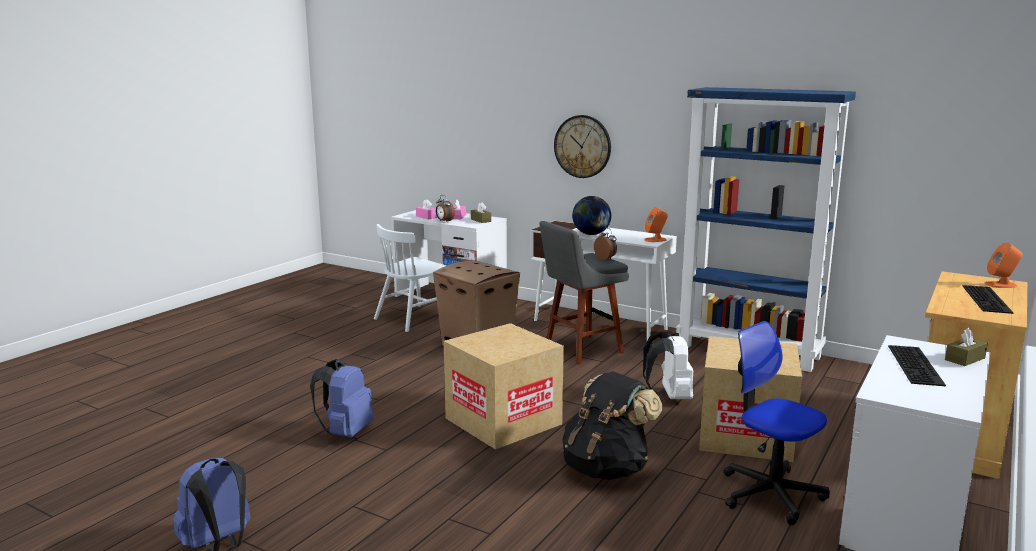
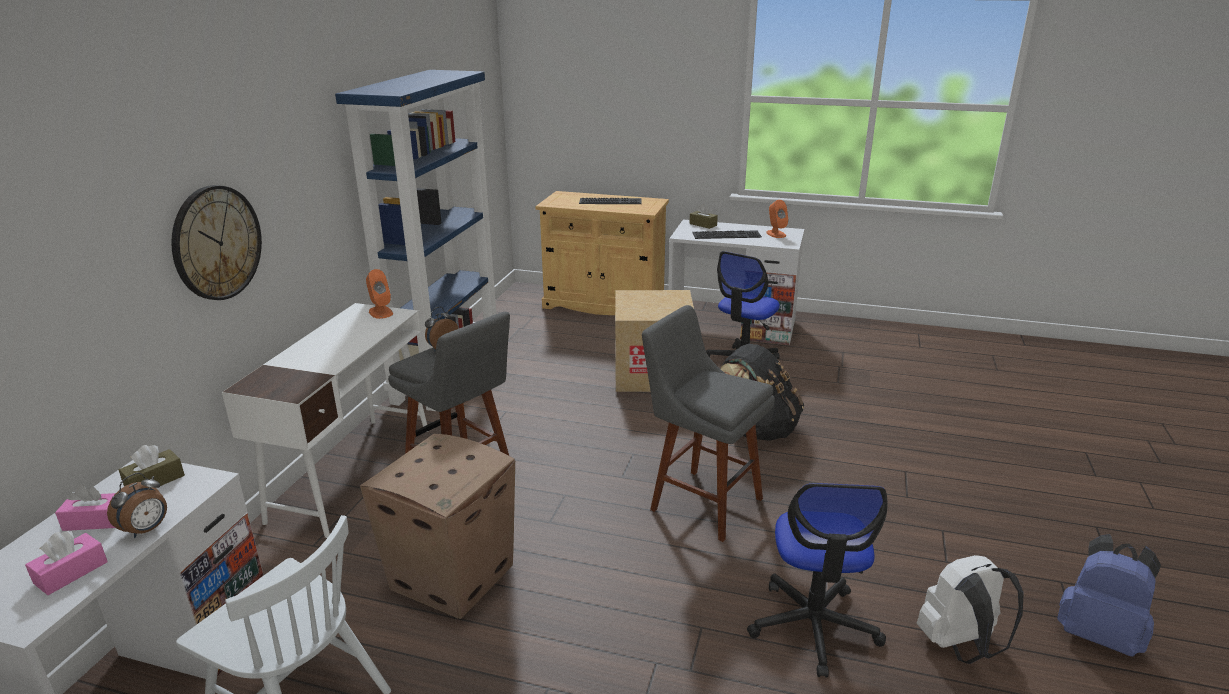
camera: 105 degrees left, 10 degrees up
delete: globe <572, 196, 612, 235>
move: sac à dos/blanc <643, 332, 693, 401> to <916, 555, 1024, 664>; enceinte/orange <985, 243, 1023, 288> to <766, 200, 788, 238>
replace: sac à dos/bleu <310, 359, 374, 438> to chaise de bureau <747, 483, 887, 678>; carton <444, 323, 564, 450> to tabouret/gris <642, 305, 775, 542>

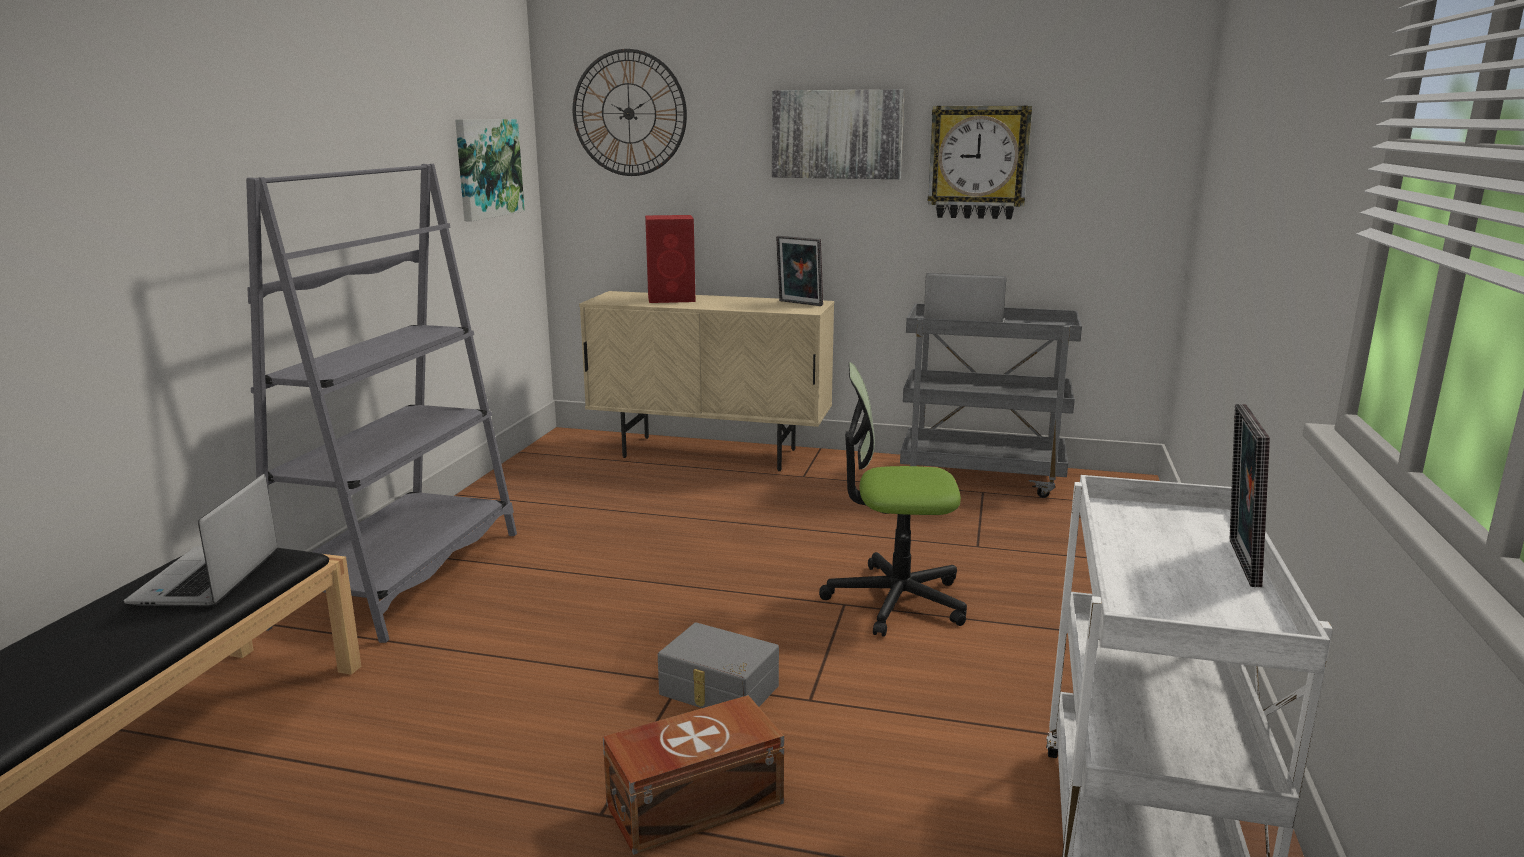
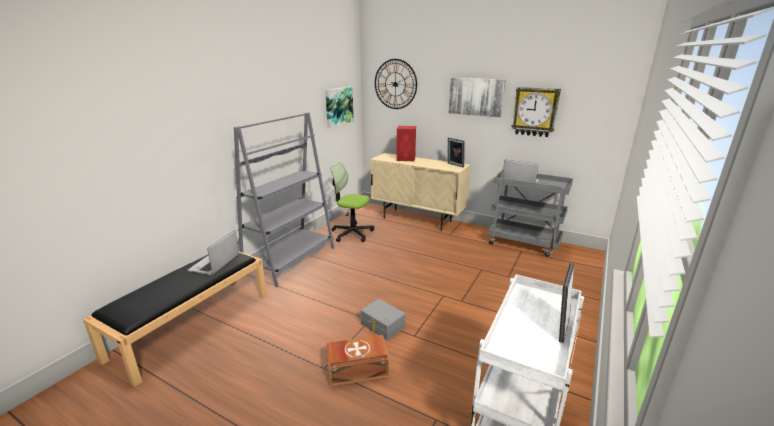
camera: 15 degrees right, 5 degrees up
move: chaise de bureau <819, 362, 967, 637> to <330, 162, 374, 242>

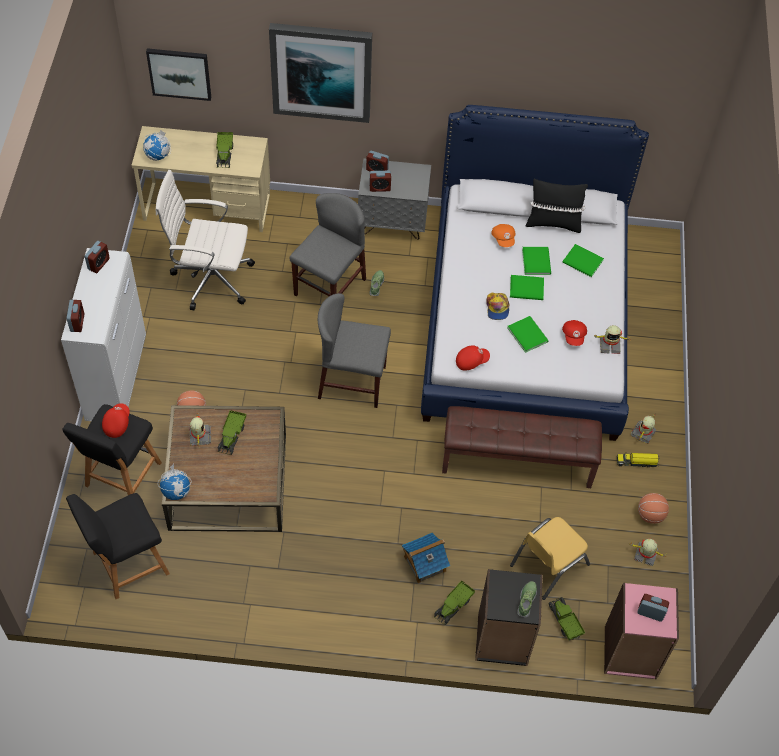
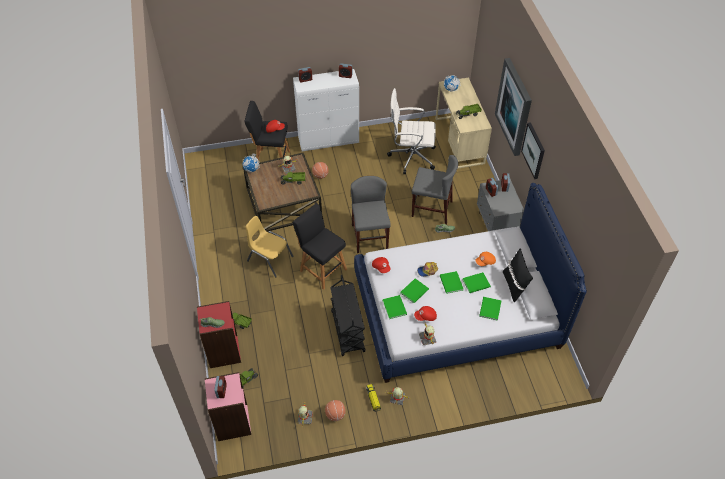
camera: 75 degrees right, 5 degrees down
delete: maison miniature <402, 533, 450, 584>
insert: livre/vert <382, 295, 407, 319>
move: tabouret/noir <66, 493, 170, 599> to <293, 203, 347, 290>; tableau <146, 48, 211, 101> to <521, 122, 545, 179>; chaise/jaune <510, 517, 590, 600> to <246, 216, 294, 277>
replace: banc/marron <442, 406, 602, 488> to chariot/noir <330, 275, 366, 356>
recolor: bibliothèque/noir <475, 569, 543, 666> to bibliothèque/rouge <197, 301, 241, 368>
rotate: chaise de bureau/blanc <156, 170, 255, 310> = <387, 88, 436, 174> 75 degrees counterclockwise

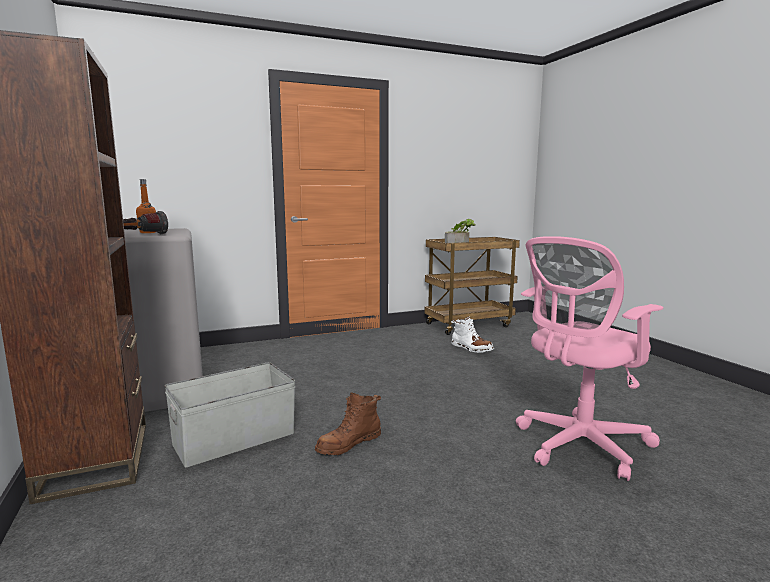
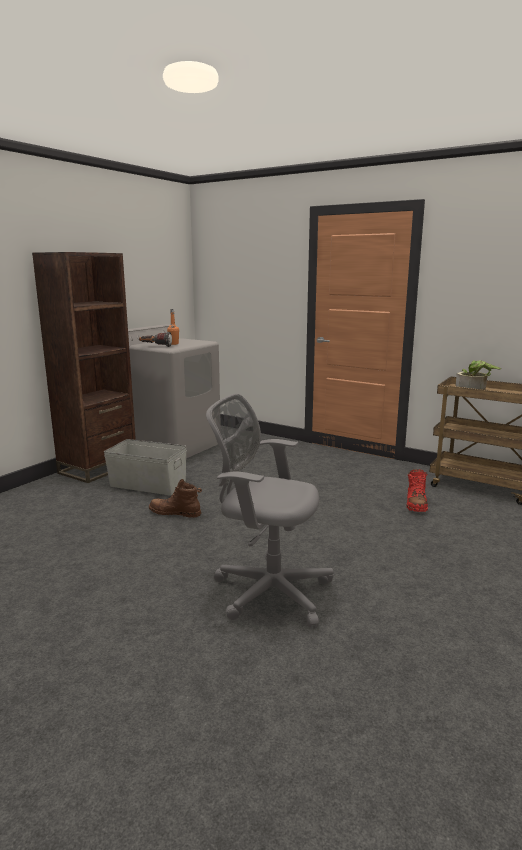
camera: 55 degrees right, 5 degrees up
recolor: botte/blanc <451, 316, 494, 353> to botte/rouge <407, 469, 428, 512>; chaise de bureau/rose <516, 236, 663, 481> to chaise de bureau/gris <206, 394, 334, 628>

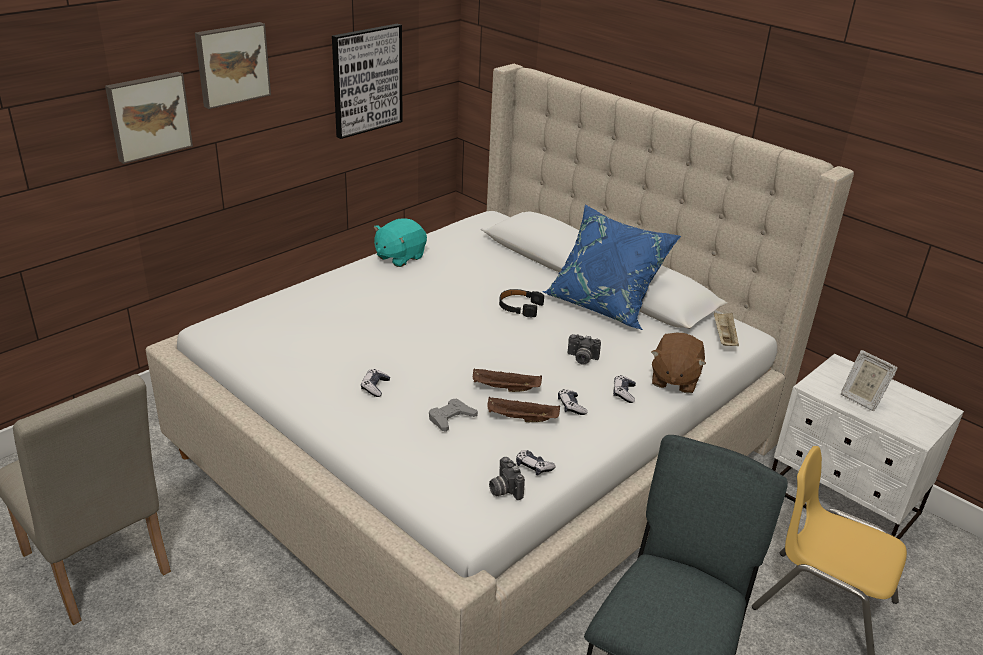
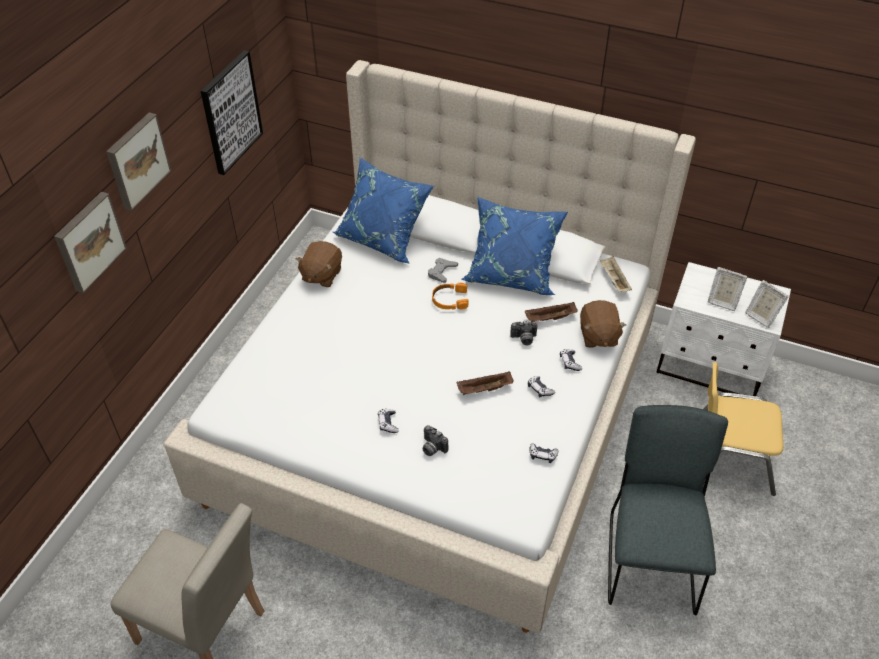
camera: 20 degrees left, 15 degrees up
insert: coussin/bleu <333, 157, 434, 264>; cadre photo <745, 280, 789, 328>
move: manette/gris <429, 398, 478, 432> to <428, 258, 458, 283>; plateau/marron <487, 397, 560, 422> to <525, 302, 578, 322>; appareil photo <489, 457, 525, 500> to <422, 425, 448, 456>
recolor: peluche/turquoise <374, 218, 427, 267> to peluche/marron <296, 241, 342, 287>; casque audio/noir <499, 289, 544, 317> to casque audio/orange <432, 283, 468, 310>

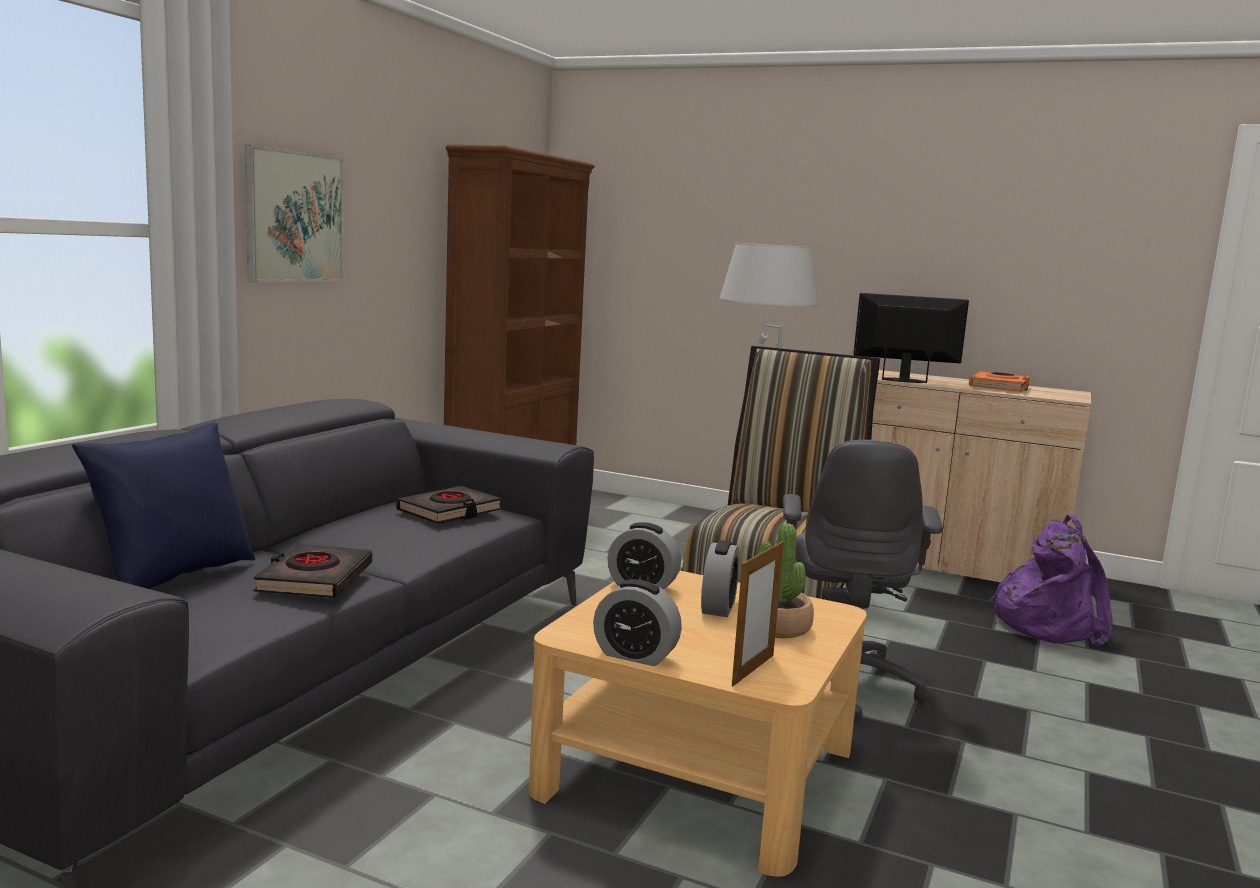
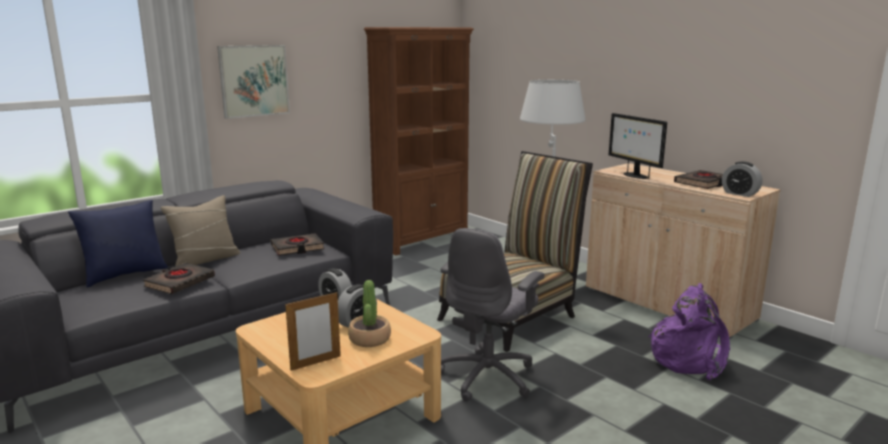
camera: 25 degrees right, 5 degrees up
insert: coussin/beige <161, 195, 241, 267>
move: réveil <593, 579, 682, 666> to <722, 161, 762, 197>
recolor: livre/orange <969, 372, 1030, 392> to livre/noir <674, 170, 723, 189>
rotate: écran d'ordinateur <853, 293, 969, 383> = <609, 113, 667, 179> 150 degrees counterclockwise

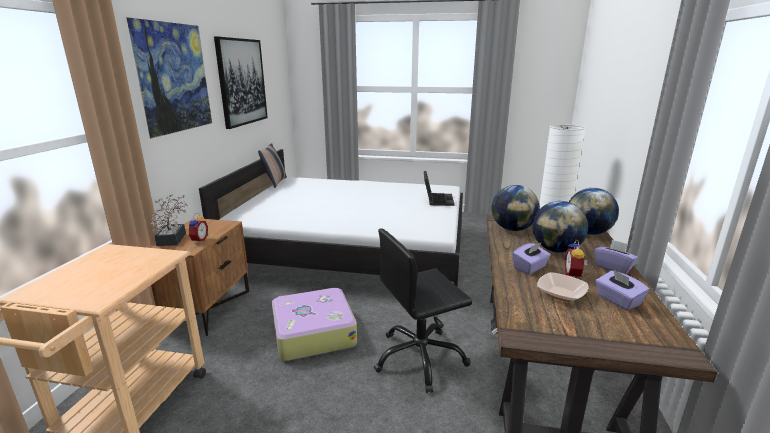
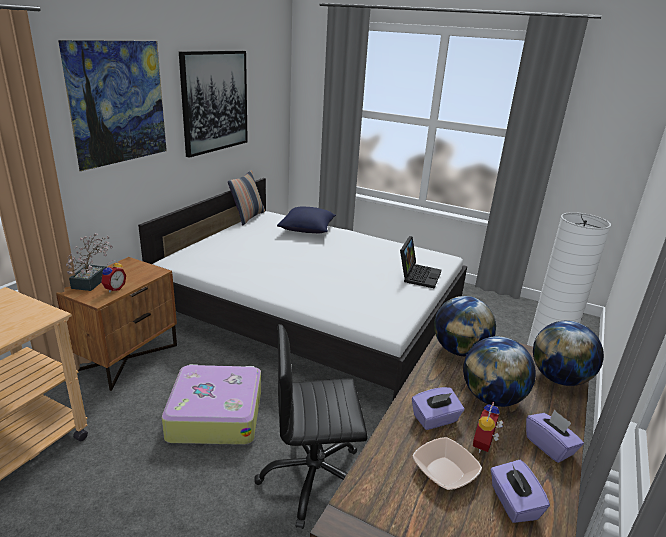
camera: 15 degrees right, 5 degrees up
insert: coussin/bleu <277, 207, 336, 233>

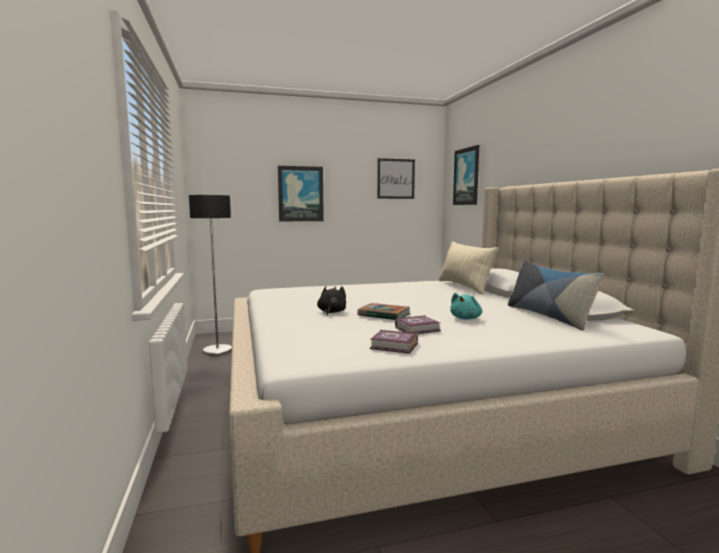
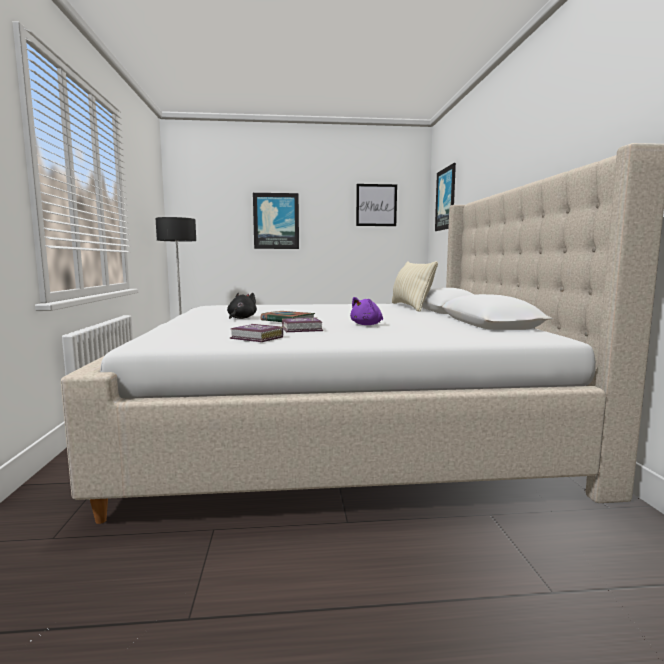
camera: 10 degrees right, 0 degrees up
delete: coussin <508, 261, 604, 330>
recolor: peluche/turquoise <450, 293, 482, 319> to peluche/violet <350, 297, 383, 325>

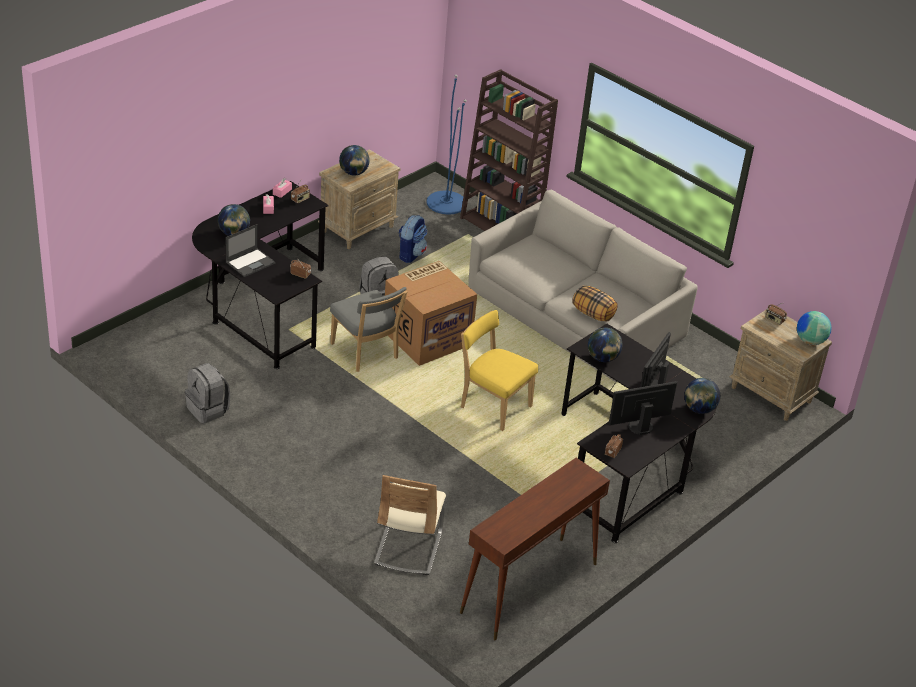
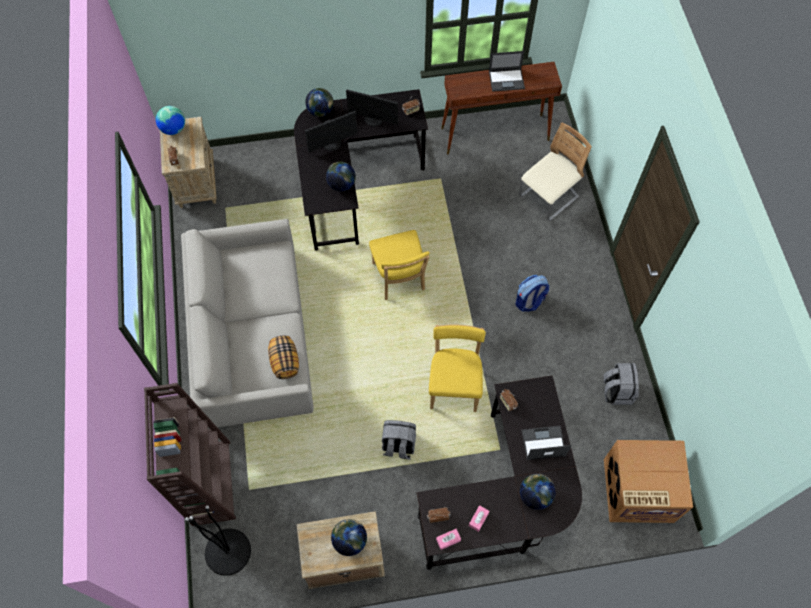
camera: 140 degrees left, 25 degrees up
insert: ordinateur portable <489, 51, 525, 92>
move: carton <385, 261, 477, 366> to <604, 440, 693, 523>; sac à dos <398, 215, 427, 263> to <515, 275, 549, 312>; coussin <572, 285, 618, 322> to <268, 336, 299, 379>
recolor: chaise/gris <330, 287, 407, 372> to chaise/jaune <429, 325, 486, 412>; lampadaire/bleu <426, 75, 467, 214> to lampadaire/noir <185, 505, 251, 576>

